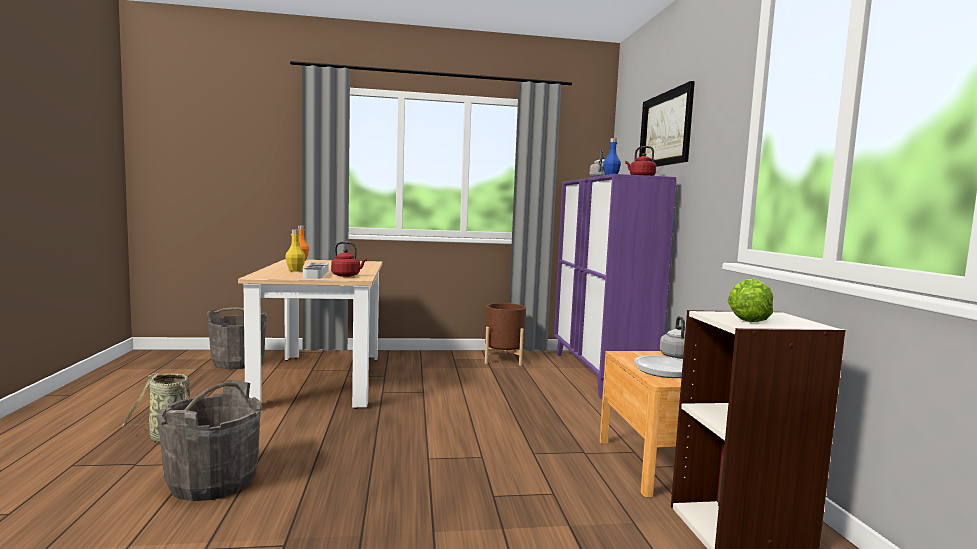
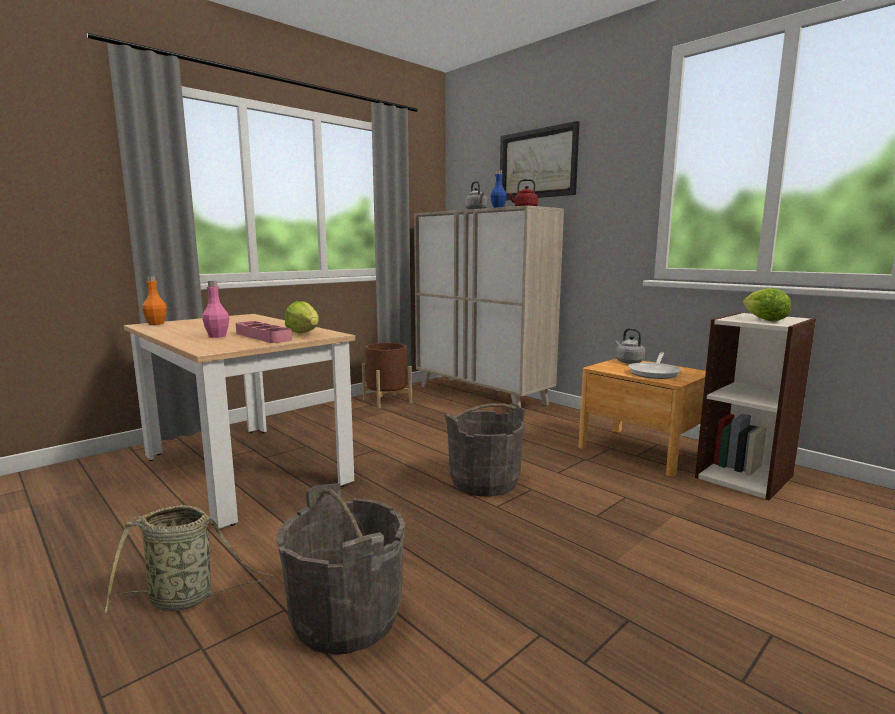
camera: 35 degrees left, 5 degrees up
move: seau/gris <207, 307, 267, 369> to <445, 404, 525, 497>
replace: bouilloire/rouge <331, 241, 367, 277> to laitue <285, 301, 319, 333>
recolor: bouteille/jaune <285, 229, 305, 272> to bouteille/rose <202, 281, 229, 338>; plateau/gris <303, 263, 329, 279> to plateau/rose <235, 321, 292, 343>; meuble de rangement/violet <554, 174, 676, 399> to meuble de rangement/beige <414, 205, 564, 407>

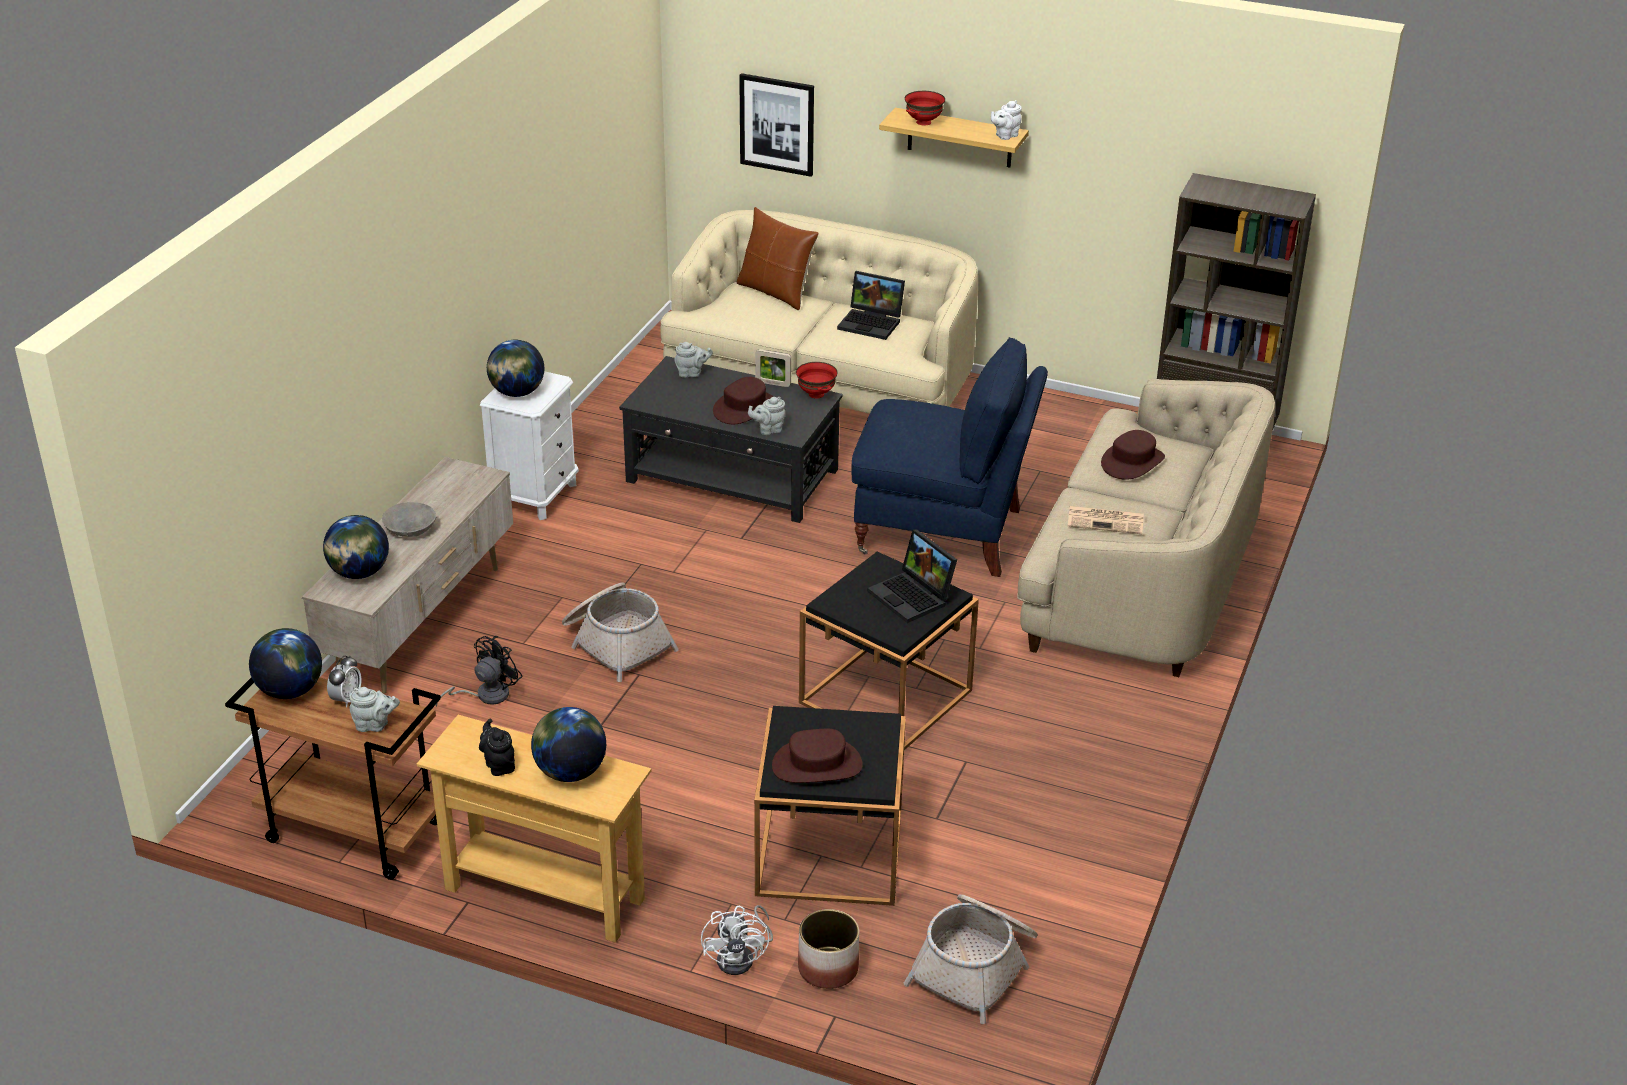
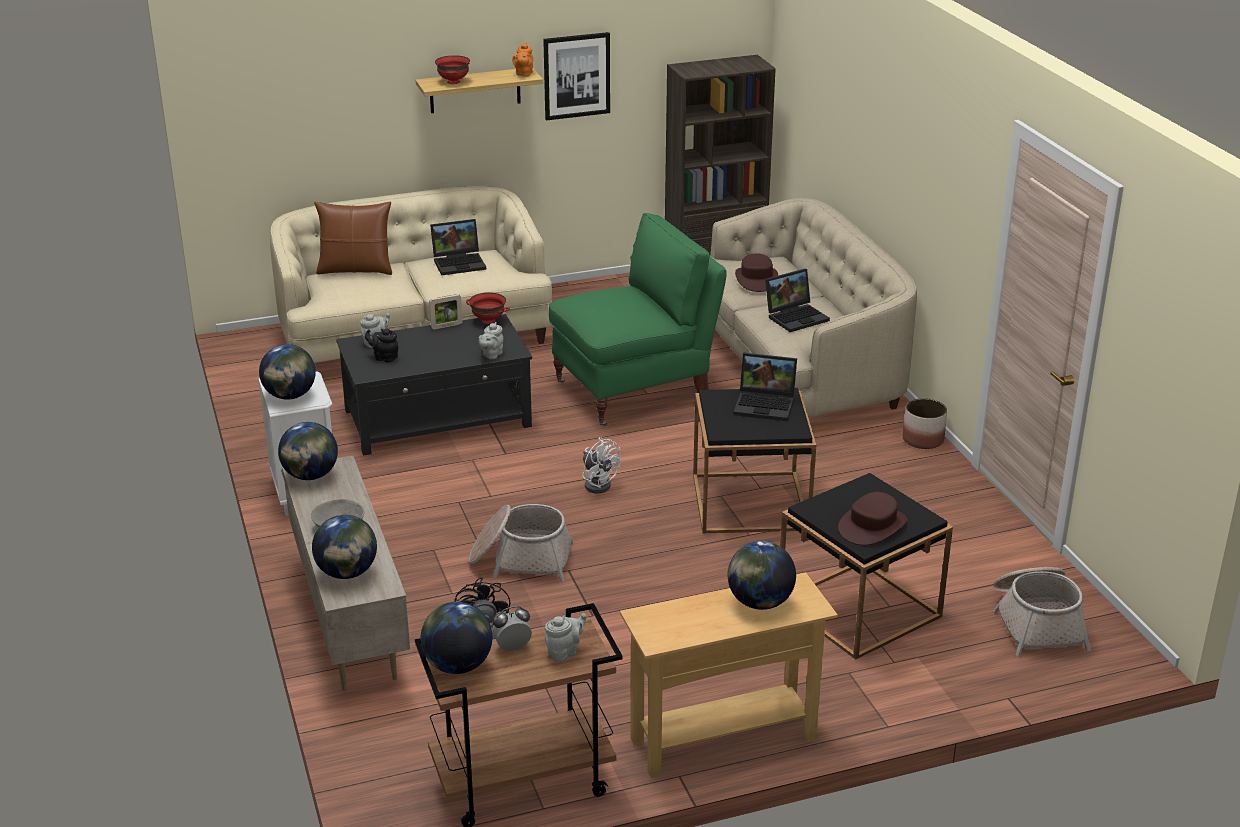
camera: 40 degrees left, 5 degrees down
delete: chapeau/marron <713, 377, 774, 424>
insert: globe <278, 422, 338, 480>
move: théière/noir <479, 719, 515, 776> to <365, 329, 398, 362>; ventilateur/blanc <701, 905, 773, 975> to <582, 437, 621, 493>; tableau <739, 73, 814, 177> to <543, 32, 610, 120>; cache-pot <798, 909, 859, 989> to <903, 398, 947, 449>
replace: journal <1067, 506, 1144, 534> to ordinateur portable <765, 269, 830, 332>
recolor: fauteuil/bleu <851, 337, 1048, 577> to fauteuil/vert <549, 213, 727, 426>; théière/blanc <991, 100, 1022, 140> to théière/orange <512, 42, 533, 77>
rotate: réveil <327, 655, 361, 707> = <493, 606, 532, 651> 90 degrees counterclockwise

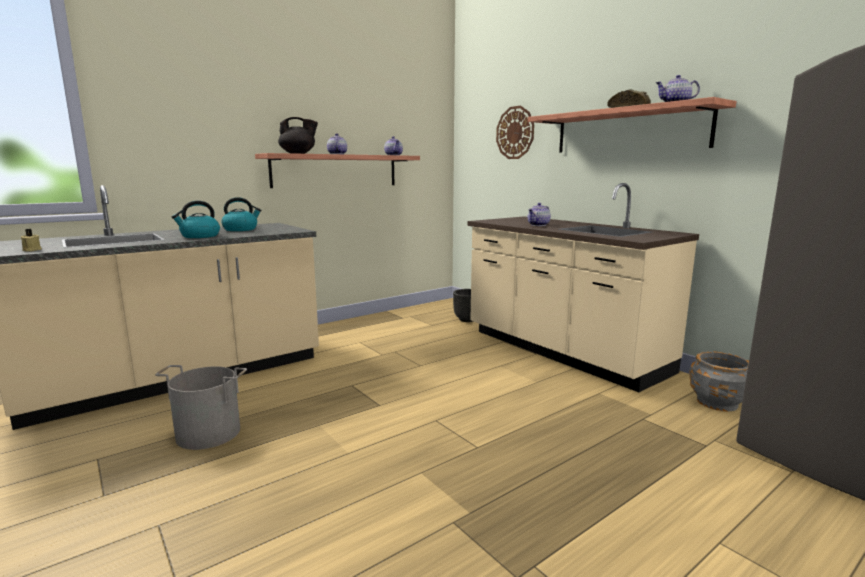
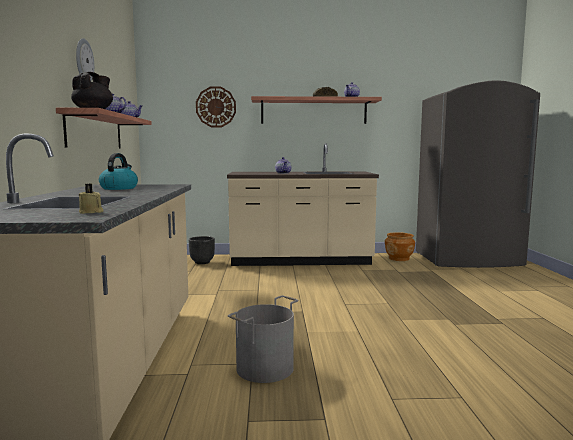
camera: 55 degrees left, 5 degrees down
delete: bouilloire <171, 201, 220, 238>
insert: horloge murale <76, 38, 94, 81>
recolor: cache-pot/gris <689, 351, 749, 412> to cache-pot/marron <385, 232, 415, 261>

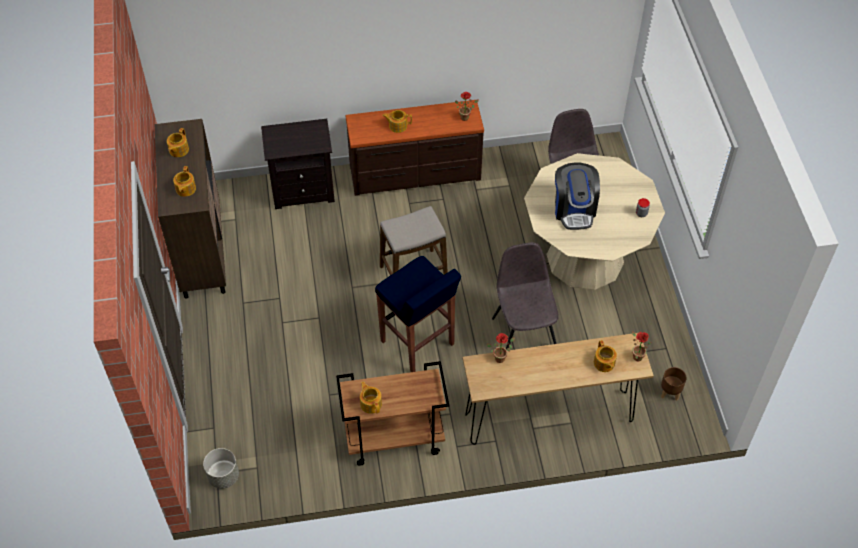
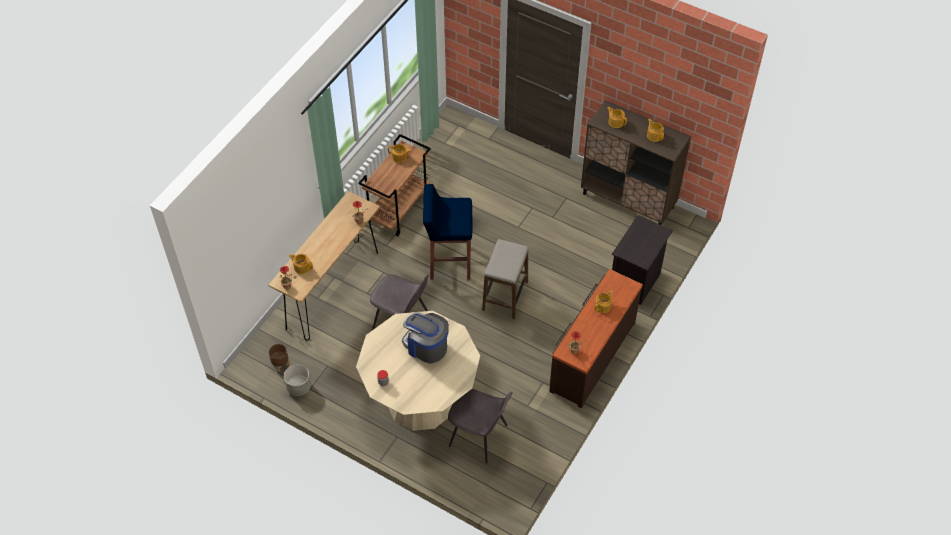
camera: 130 degrees right, 0 degrees up
move: cache-pot/gris <203, 448, 239, 489> to <284, 364, 311, 396>

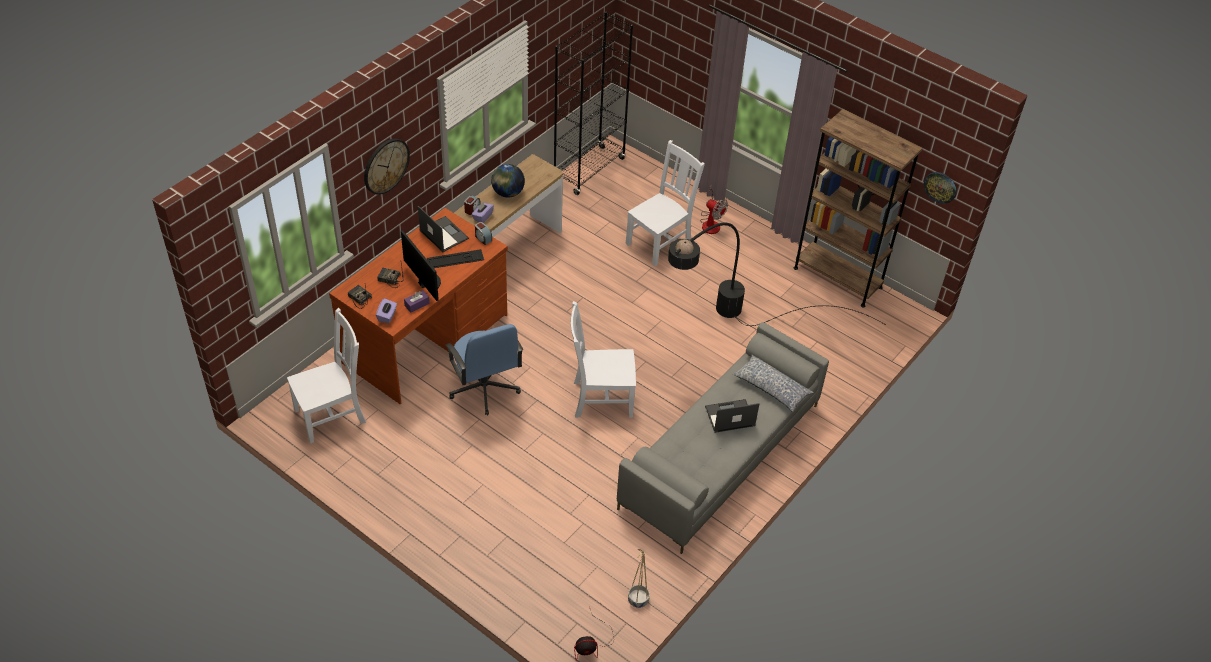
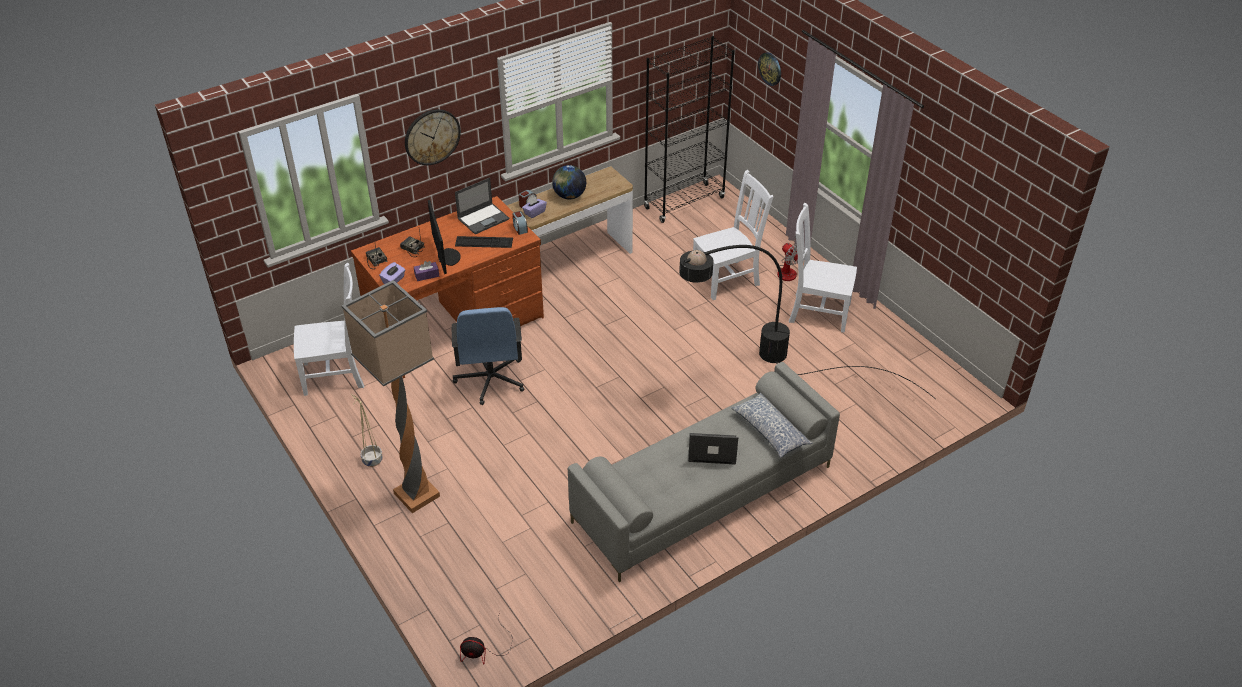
camera: 20 degrees right, 5 degrees down
delete: bibliothèque/marron <794, 109, 923, 307>
insert: lampadaire <341, 280, 440, 513>
move: chaise/blanc <571, 301, 636, 418> to <789, 203, 857, 333>; cache-pot/beige <628, 549, 650, 608> to <351, 394, 383, 467>; horloge murale <924, 172, 957, 204> to <758, 52, 781, 86>
rotate: ordinateur portable <418, 206, 469, 252> = <455, 178, 509, 234> 75 degrees clockwise

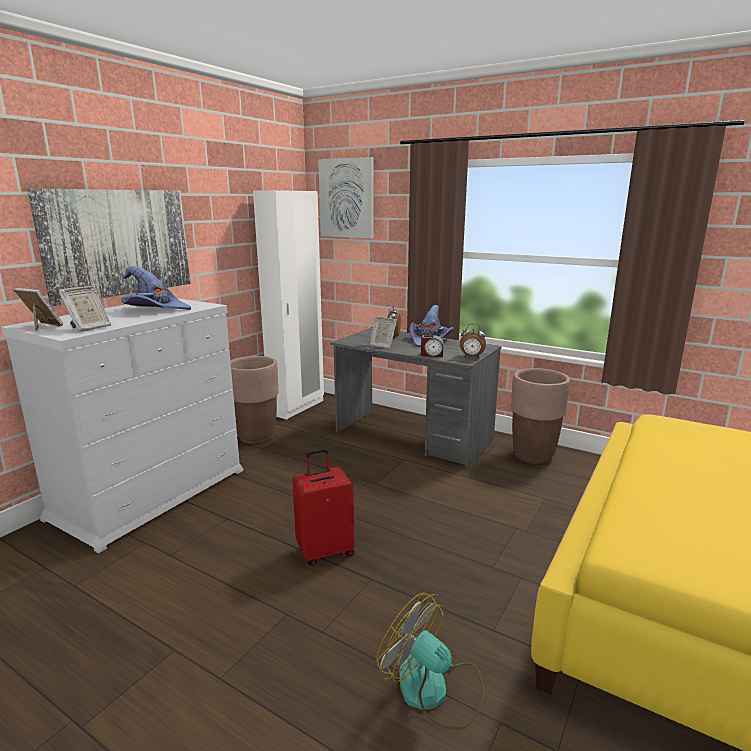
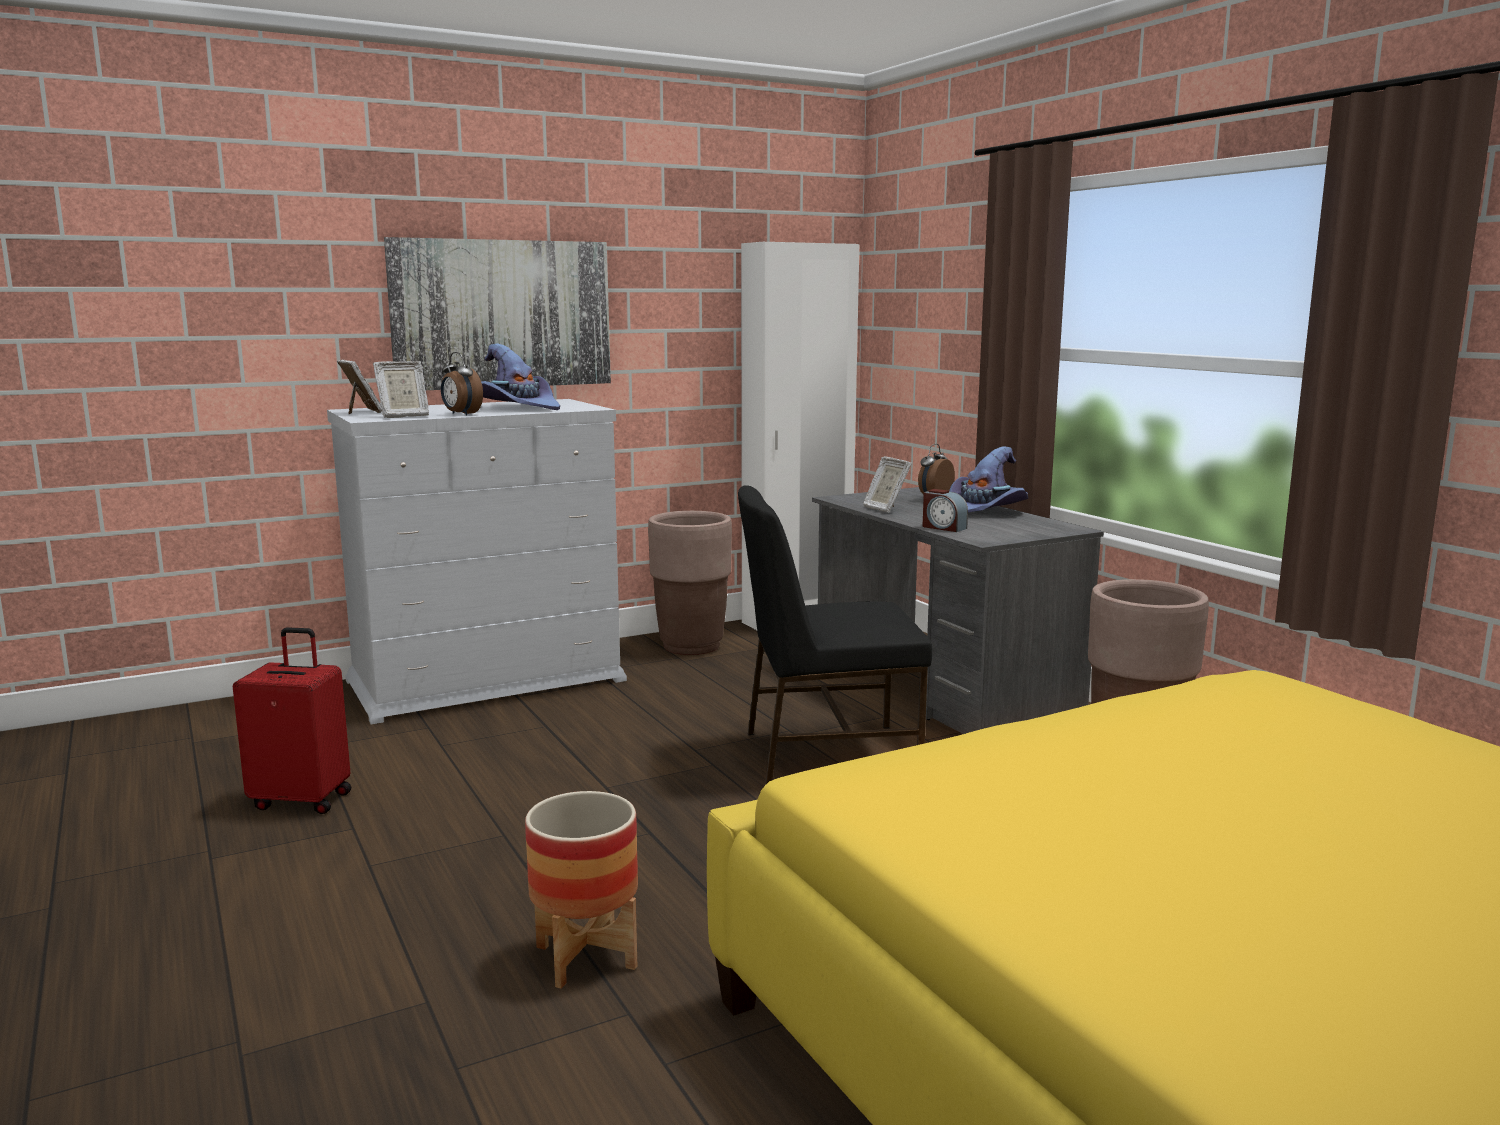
camera: 30 degrees right, 5 degrees down
delete: tableau <318, 157, 374, 238>
insert: chaise/noir <738, 485, 932, 785>
move: valise/rouge <292, 449, 354, 566> to <233, 627, 351, 814>; réveil <460, 324, 486, 358> to <441, 352, 483, 416>
replace: ventilateur <376, 592, 484, 730> to cache-pot <525, 791, 638, 989>

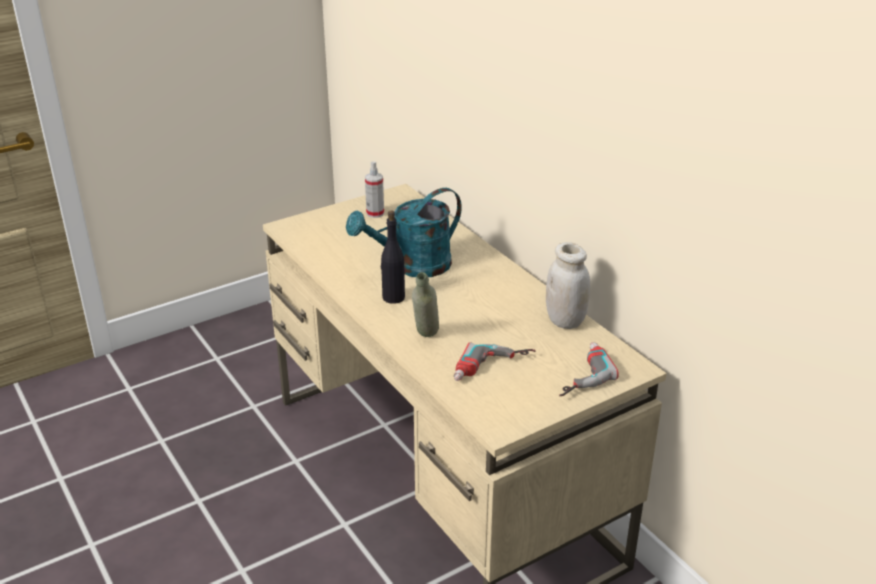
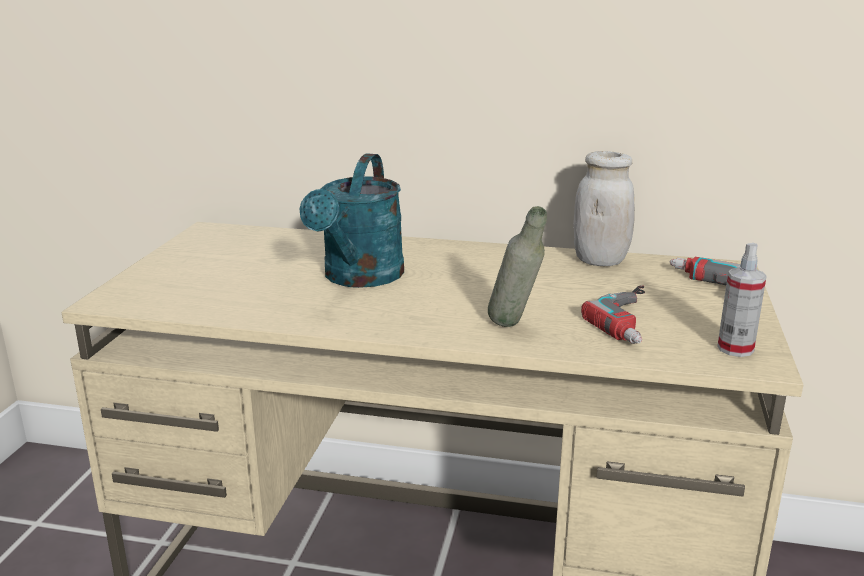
camera: 45 degrees left, 10 degrees down
delete: bouteille/noir <381, 211, 405, 304>
move: vaporisateur <365, 161, 384, 218> to <717, 243, 767, 357>

